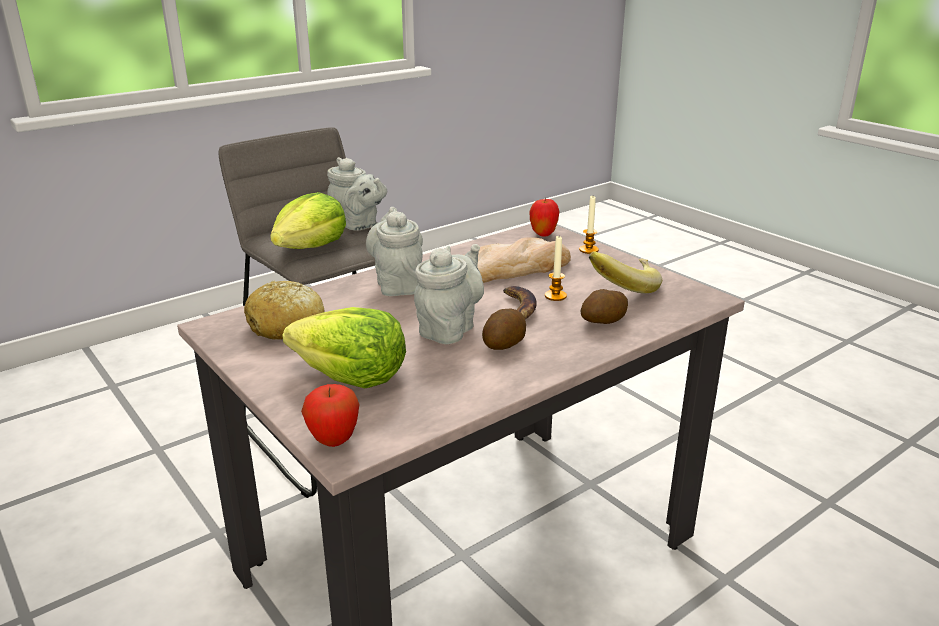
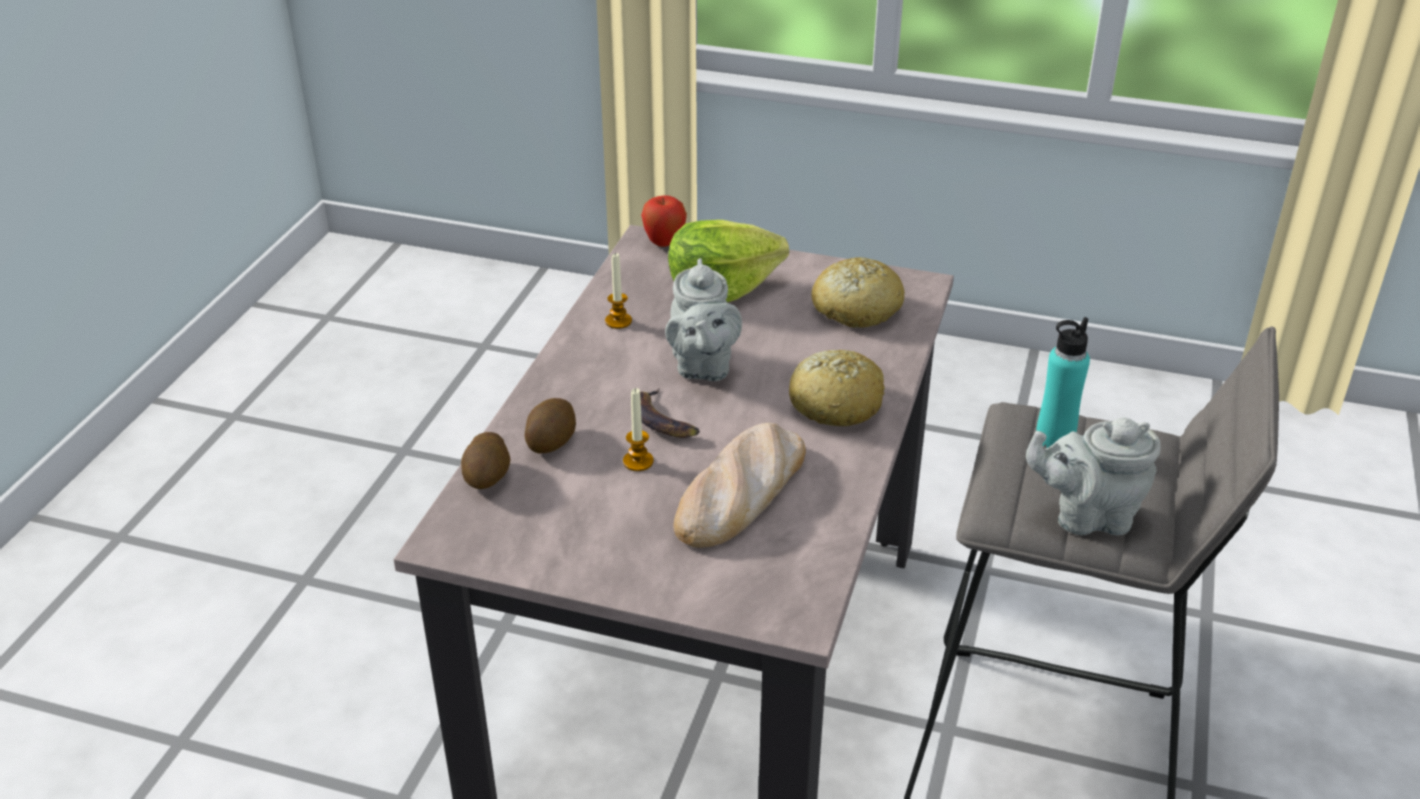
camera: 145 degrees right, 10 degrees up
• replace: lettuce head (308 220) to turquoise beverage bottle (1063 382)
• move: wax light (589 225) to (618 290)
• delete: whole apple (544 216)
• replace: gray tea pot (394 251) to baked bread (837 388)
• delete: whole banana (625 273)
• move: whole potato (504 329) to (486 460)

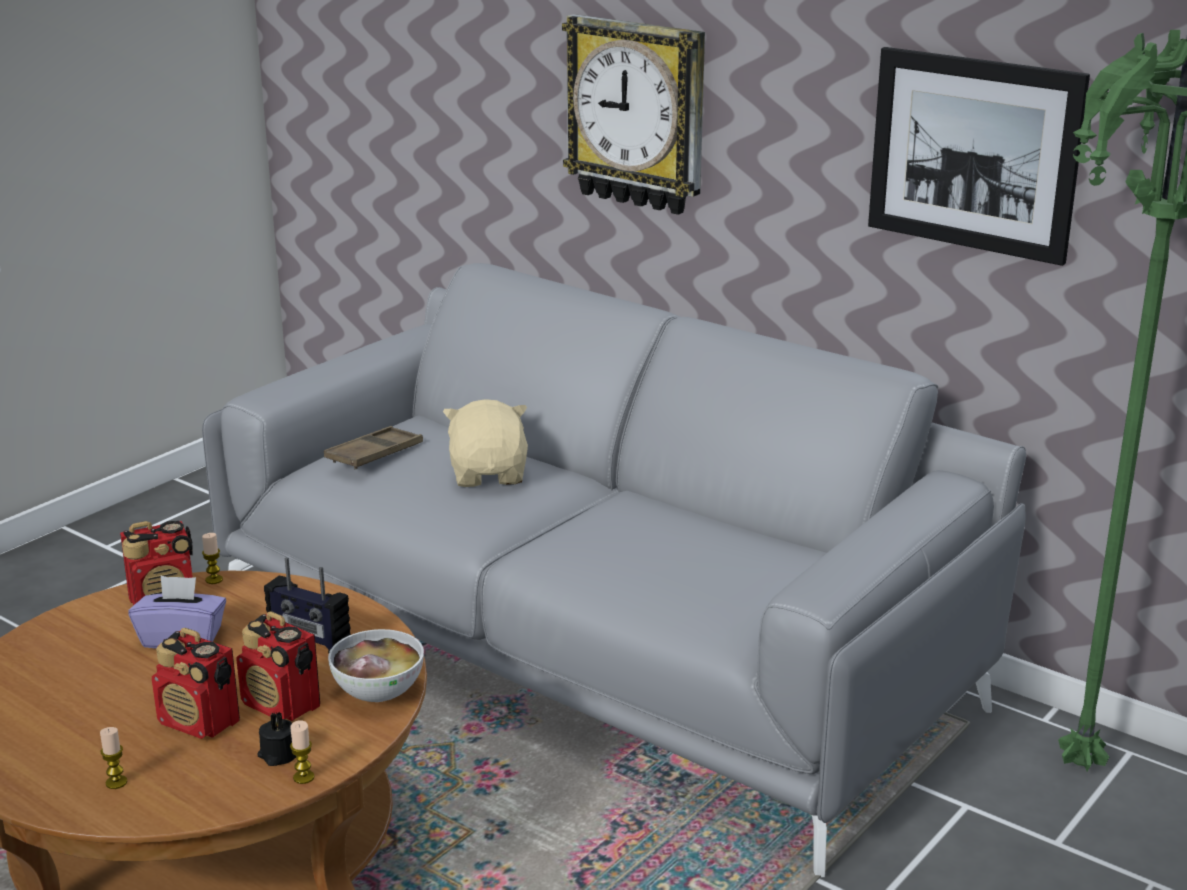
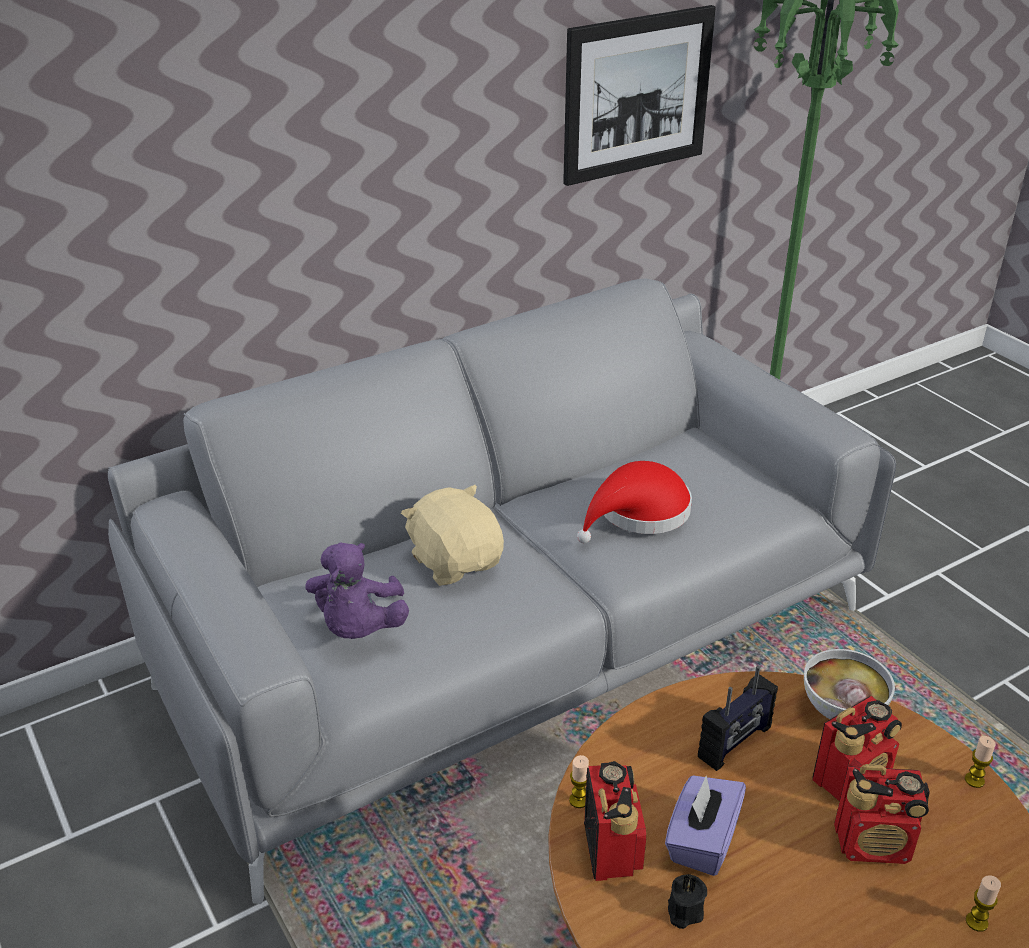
camera: 70 degrees left, 10 degrees up
• delete: clock on the wall (633 114)
• rotate: sand-coloured cuddly toy (485 443) = (452 535) 45 degrees clockwise
• replace: brown carrying tray (373 447) to purple-coloured cuddly toy (357 590)
• rotate: radio receiver (196 683) = (882 814) 45 degrees clockwise
• move: black wax light (276 739) to (687 901)
• insert: red hat (634 502)

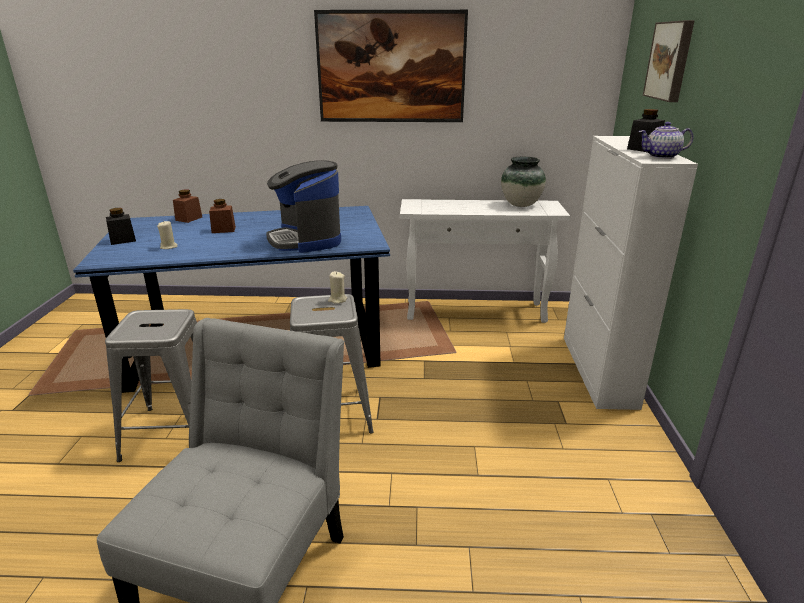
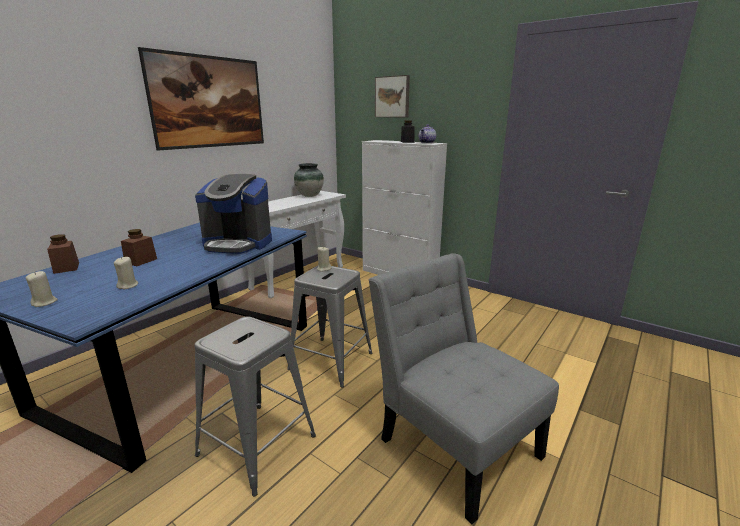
camera: 55 degrees left, 5 degrees down
• replace: black storage jar (121 226) to sand-coloured wax light (42 289)

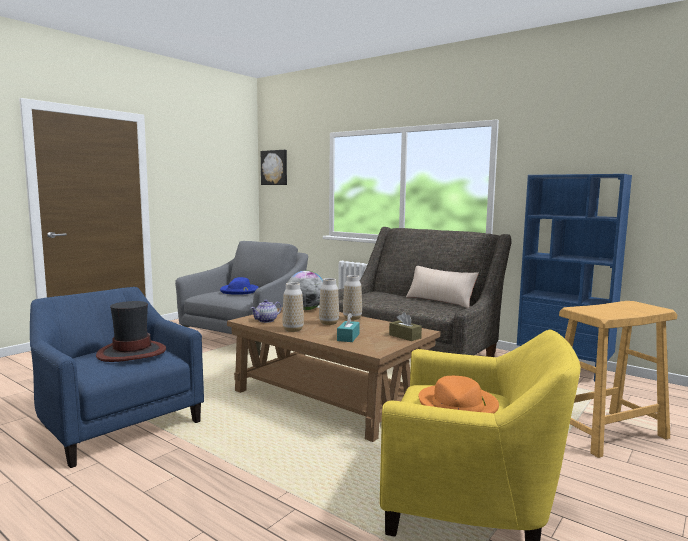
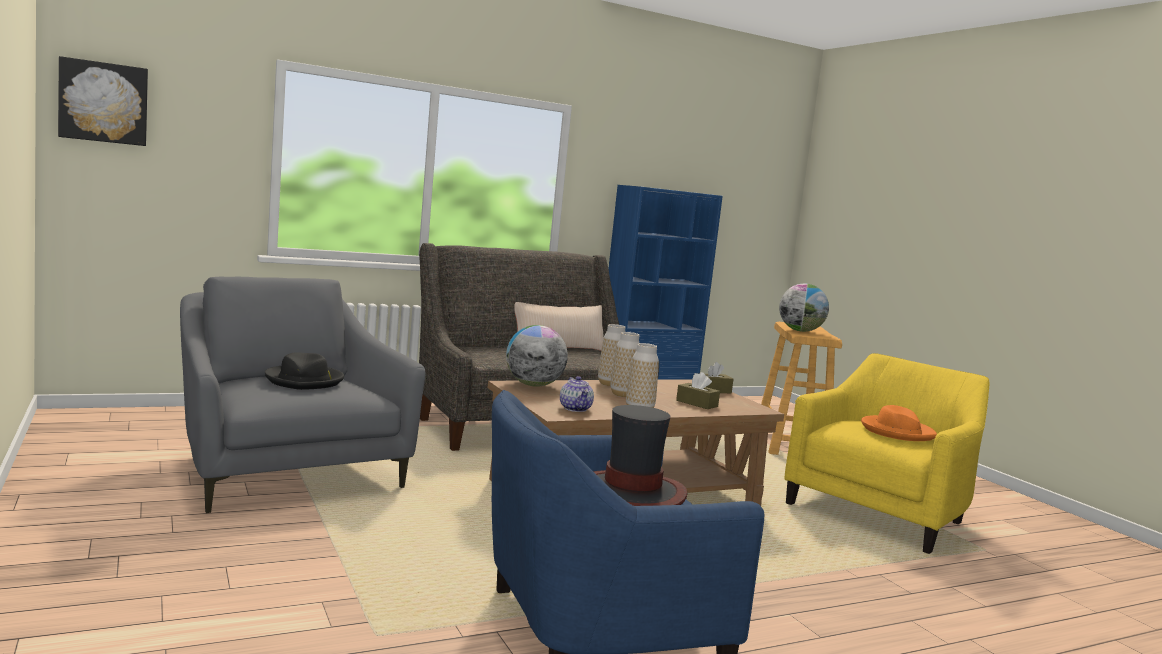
camera: 65 degrees left, 0 degrees up
• recolor: blue hat (239 286) to black hat (304 371)
• recolor: turquoise box of tissues (348 327) to brown box of tissues (698 390)
• insert: globe (804 308)

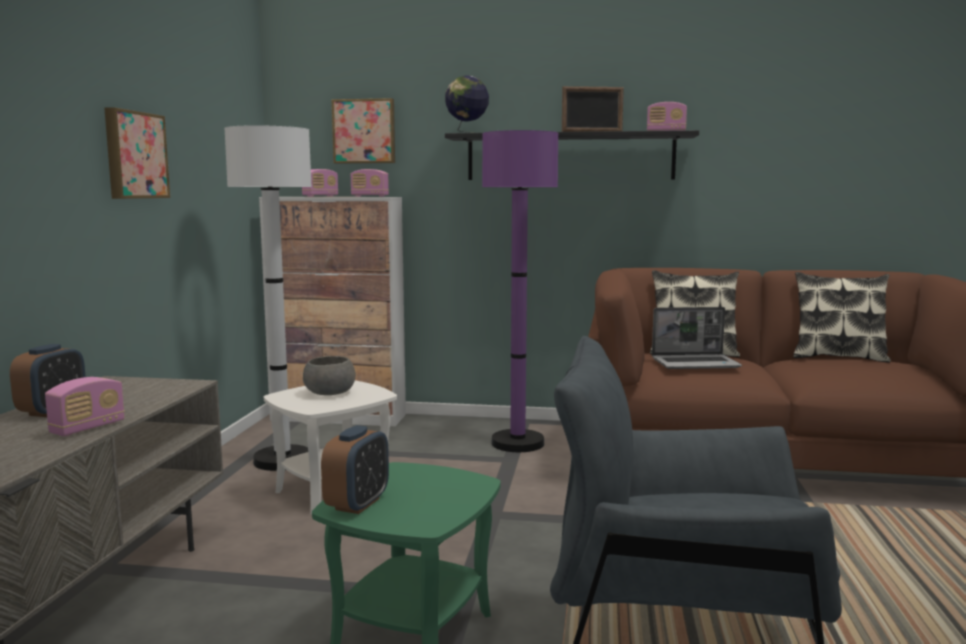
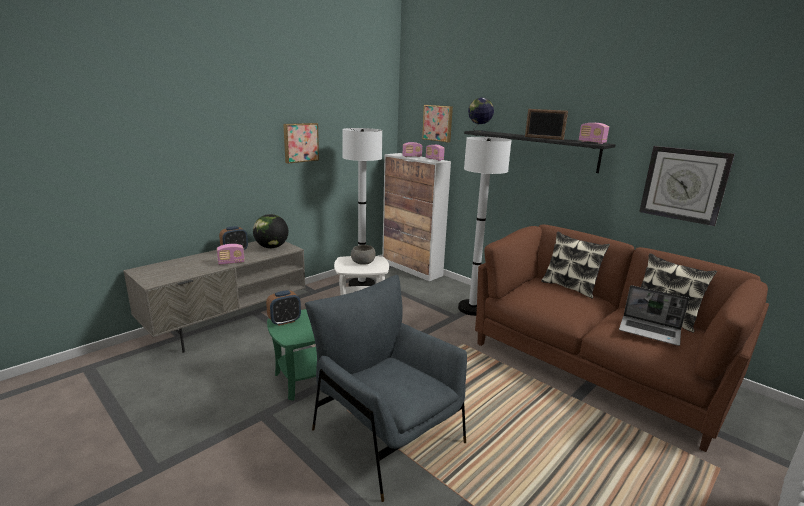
camera: 35 degrees right, 10 degrees up
• recolor: purple-coloured standard lamp (520 291) to white-coloured standard lamp (484 226)
• move: notebook computer (697 338) to (654 315)
• insert: clock on the wall (687 186)
• insert: globe (270 231)

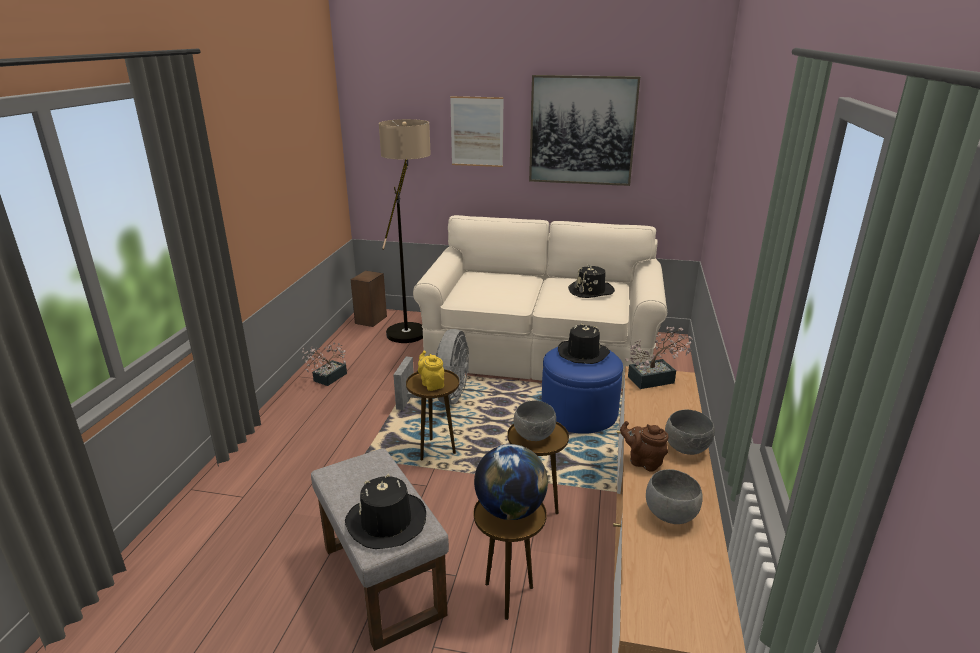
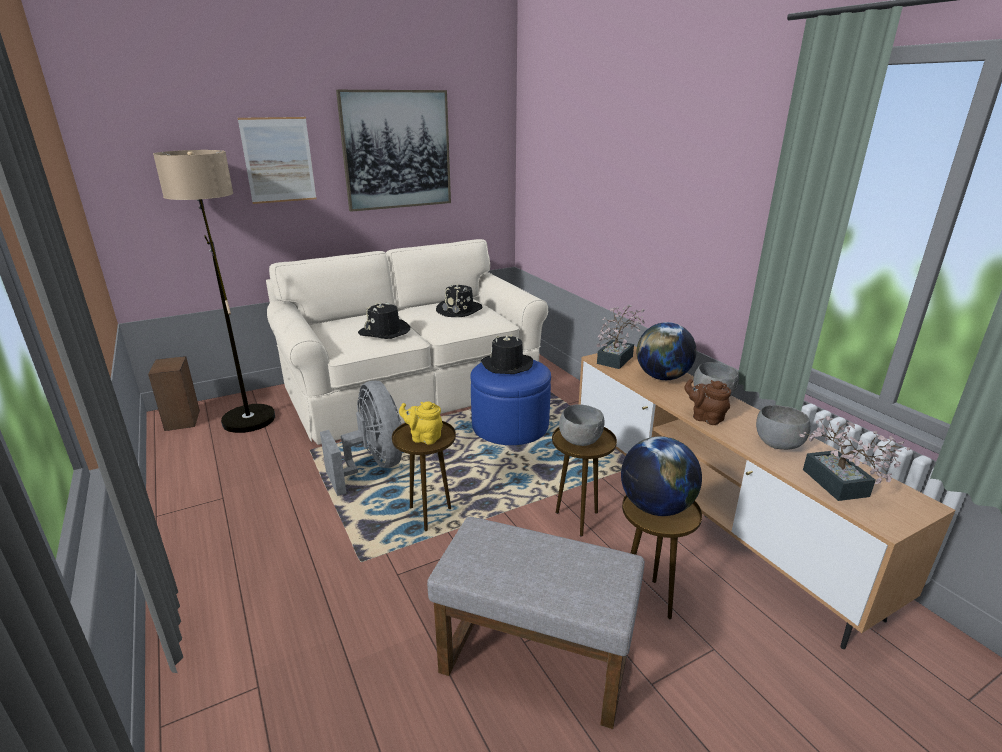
camera: 40 degrees left, 0 degrees up
• move: houseplant (324 364) to (854 458)
• rotate: brown tea pot (644 446) = (707 402) 45 degrees clockwise
• move: black hat (385 511) to (384 320)
• insert: globe (667 351)

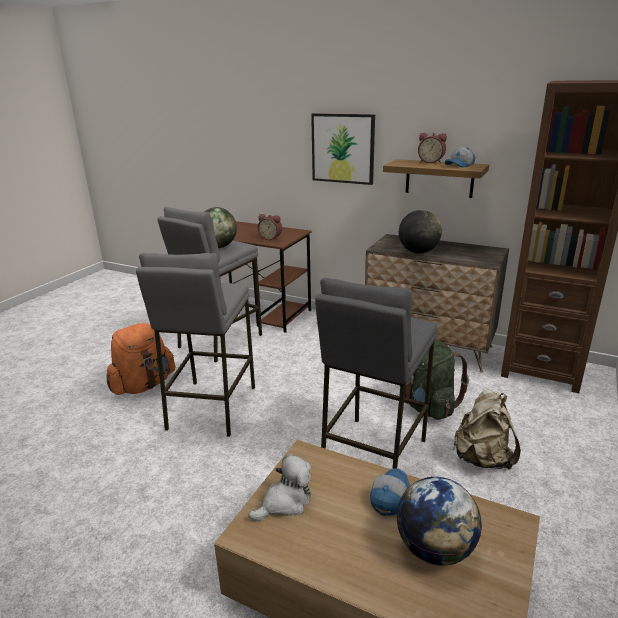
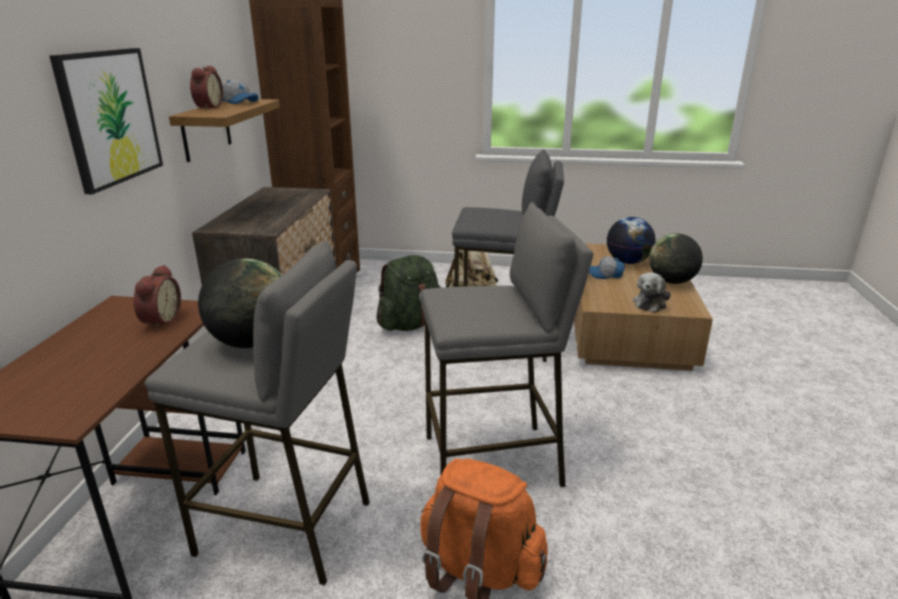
camera: 110 degrees left, 0 degrees up
• move: globe (420 232) to (676 258)
• rotate: cuddly toy (279 487) = (652 292) 90 degrees counterclockwise

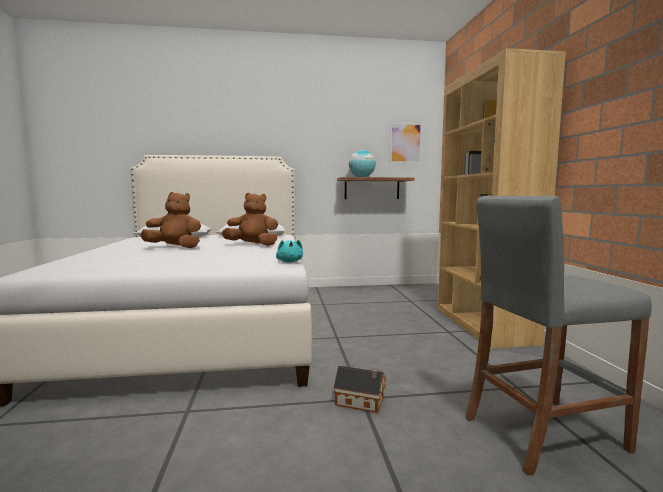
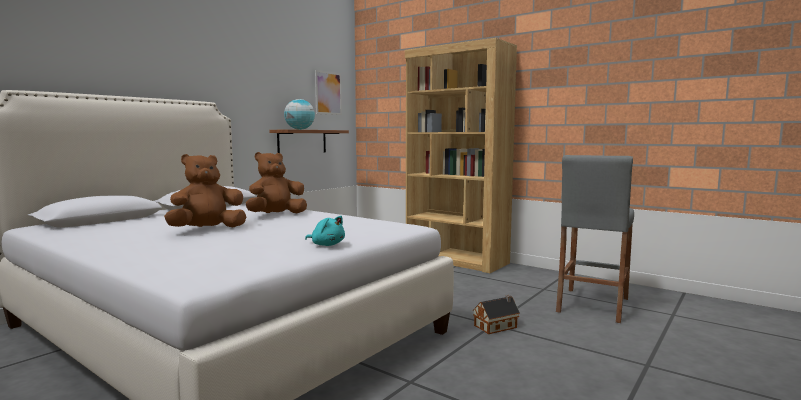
camera: 45 degrees left, 0 degrees up
• move: turquoise cuddly toy (289 251) to (325 231)

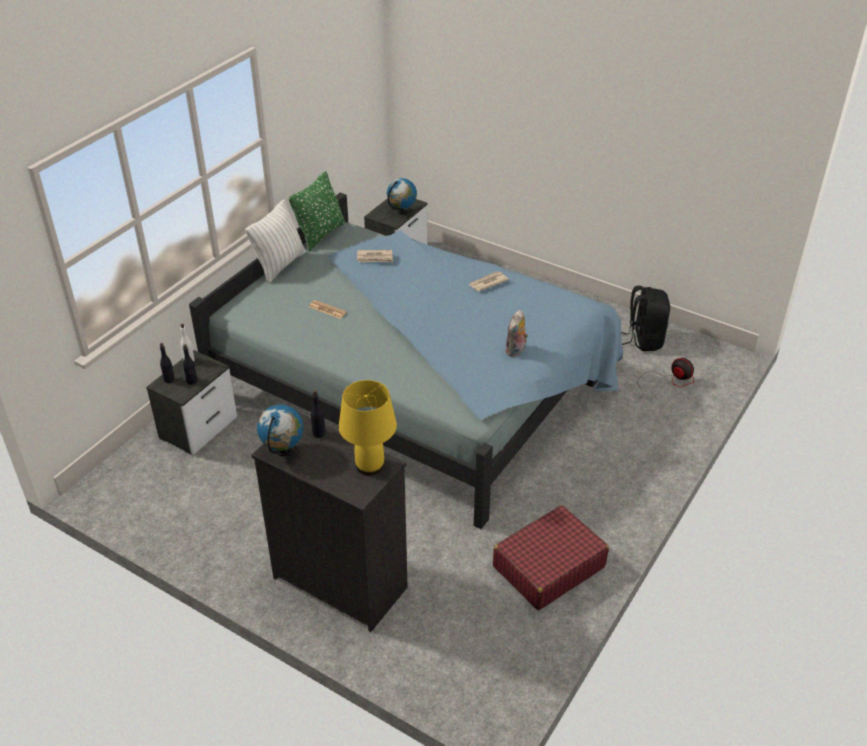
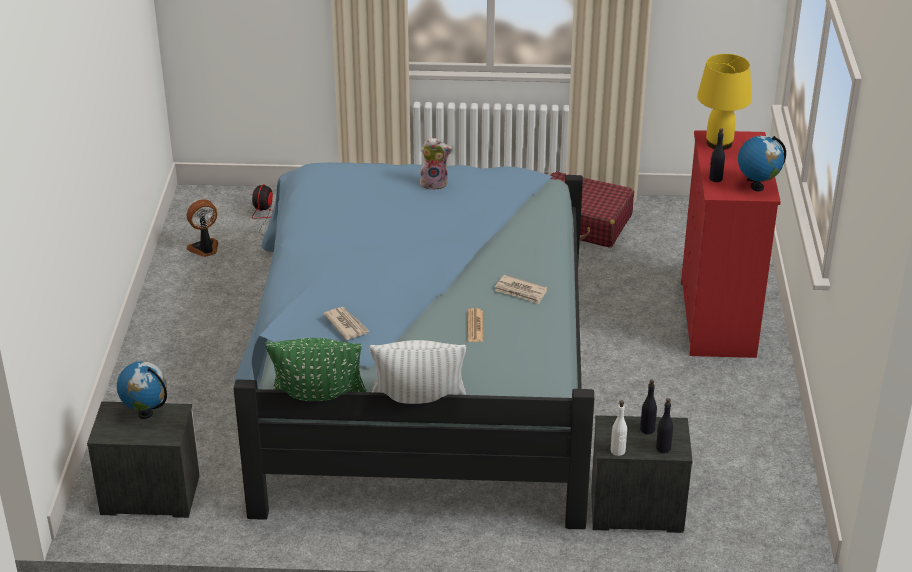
camera: 120 degrees left, 5 degrees down
• move: daily paper (489 281) to (521 289)
• replace: black backpack (645 318) to electric fan (202 228)
• recolor: black chest of drawers (329 522) to red chest of drawers (731 244)

